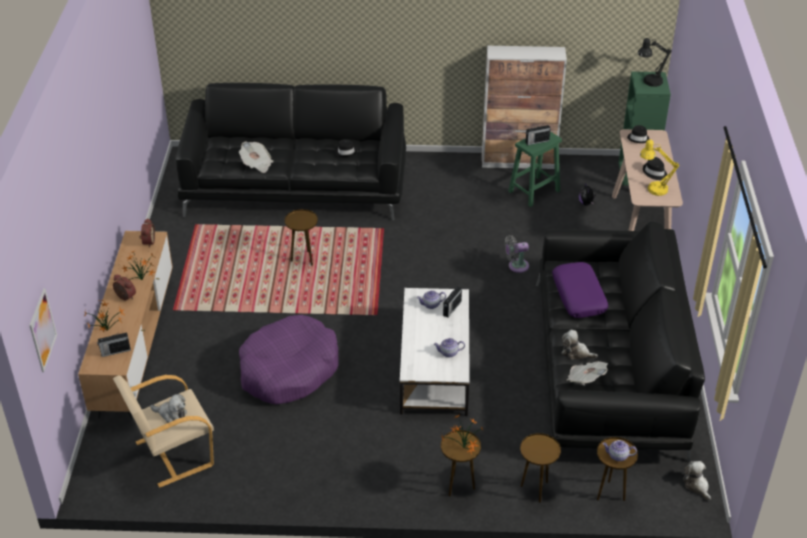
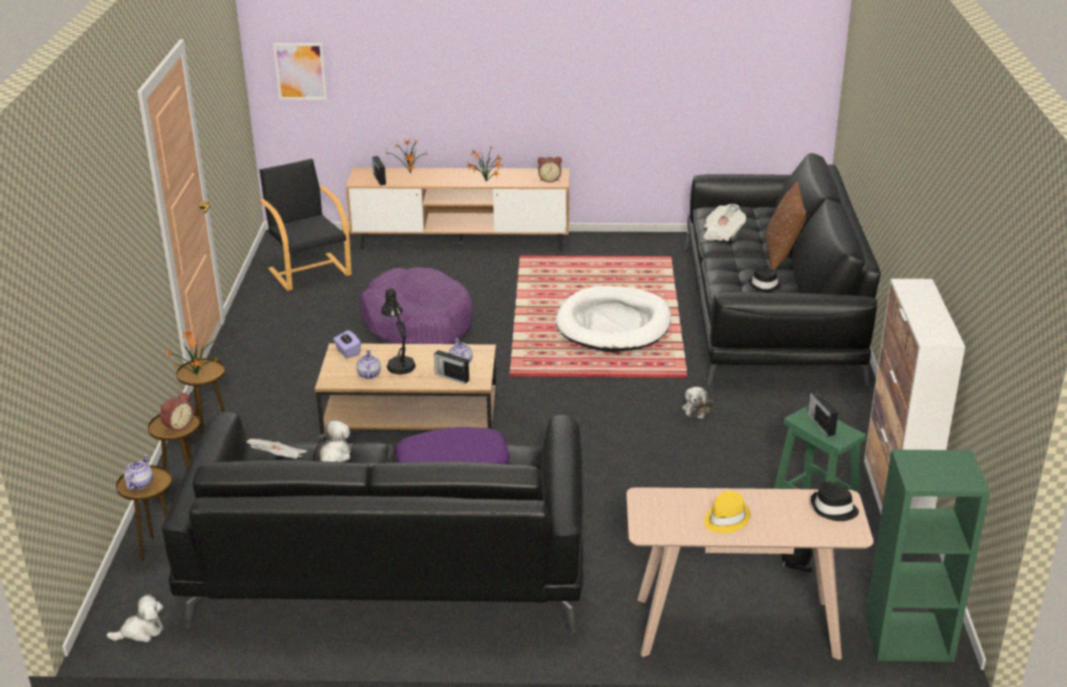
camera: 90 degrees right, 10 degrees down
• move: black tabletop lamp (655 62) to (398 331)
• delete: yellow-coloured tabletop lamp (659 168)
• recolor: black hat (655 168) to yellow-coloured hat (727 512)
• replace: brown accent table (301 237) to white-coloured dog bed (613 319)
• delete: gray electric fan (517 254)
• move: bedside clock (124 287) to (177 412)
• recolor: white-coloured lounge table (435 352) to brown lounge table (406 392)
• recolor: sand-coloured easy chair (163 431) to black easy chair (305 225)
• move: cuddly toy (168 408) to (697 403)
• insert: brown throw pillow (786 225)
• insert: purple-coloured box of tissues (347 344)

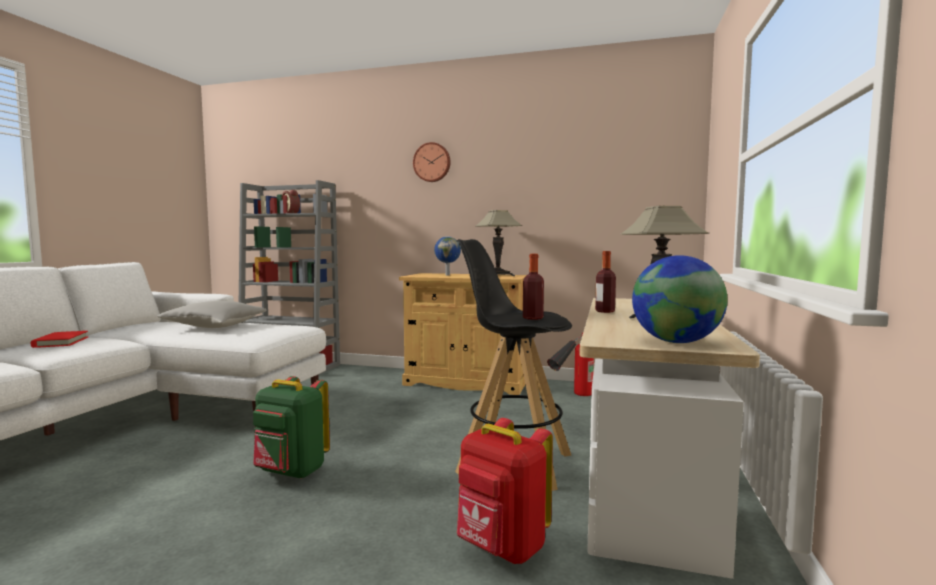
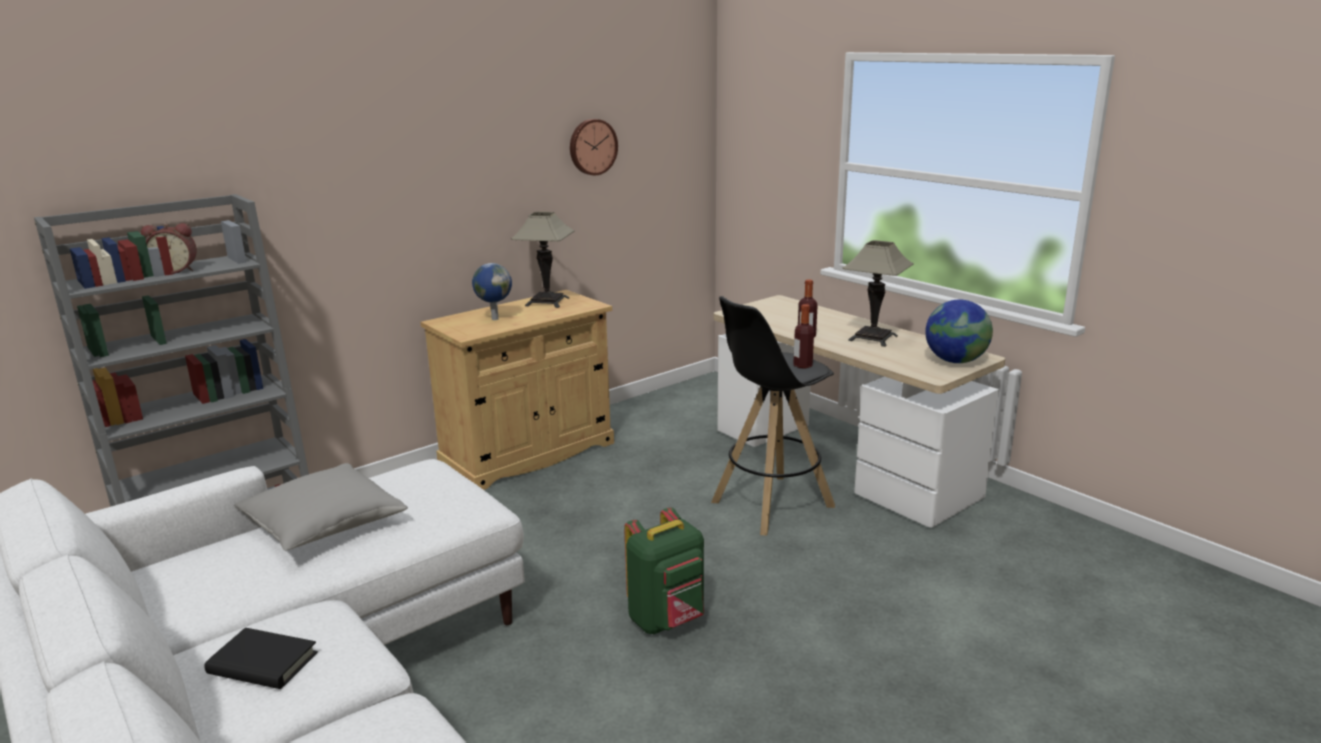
camera: 55 degrees left, 15 degrees up
• move: clock on the wall (432 162) to (594 147)
• recolor: red book (59 339) to black book (261 658)
• delete: fire-fighting cylinder (570 364)
• delete: red backpack (505 491)

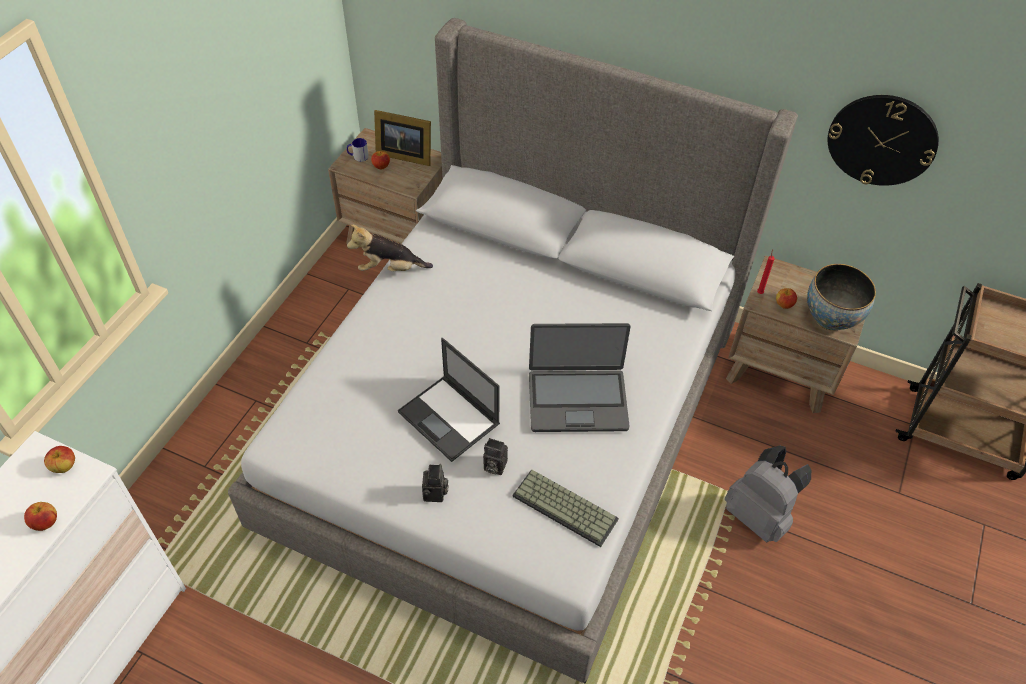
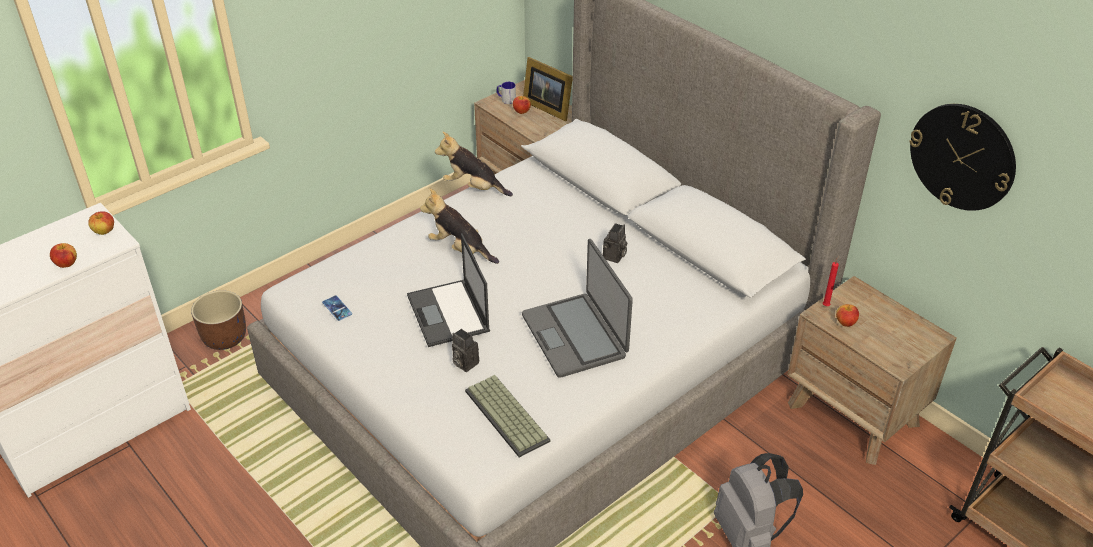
camera: 25 degrees right, 10 degrees down
• delete: serving bowl (841 297)
• rotate: notebook computer (580 377) = (577 308) 45 degrees clockwise
• move: still camera (435 483) to (615 243)
• insert: cuddly toy (459 226)
• insert: brown plant pot (218 320)
• insert: handset (337 308)

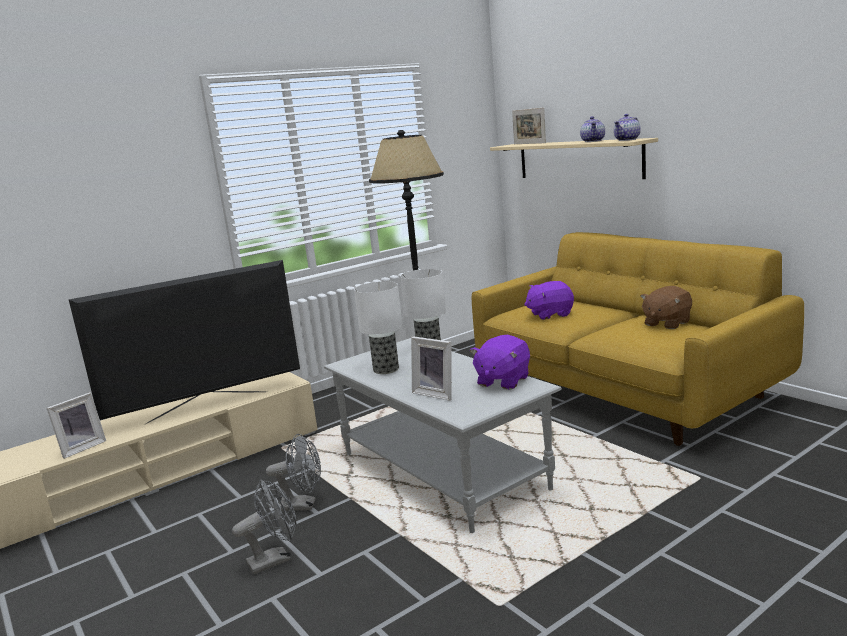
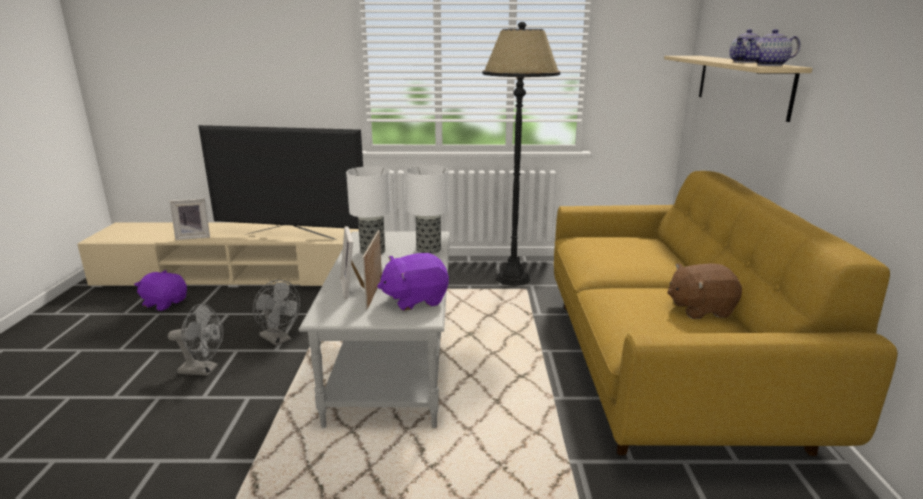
camera: 35 degrees right, 5 degrees up
• move: photo frame (529 126) to (372 270)
• move: purple-coloured cuddly toy (549 300) to (160 290)

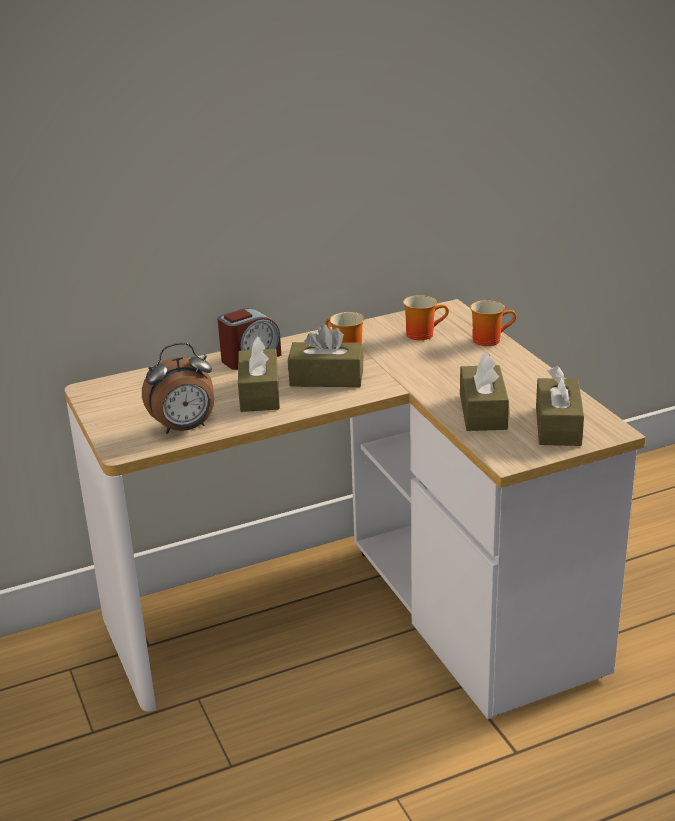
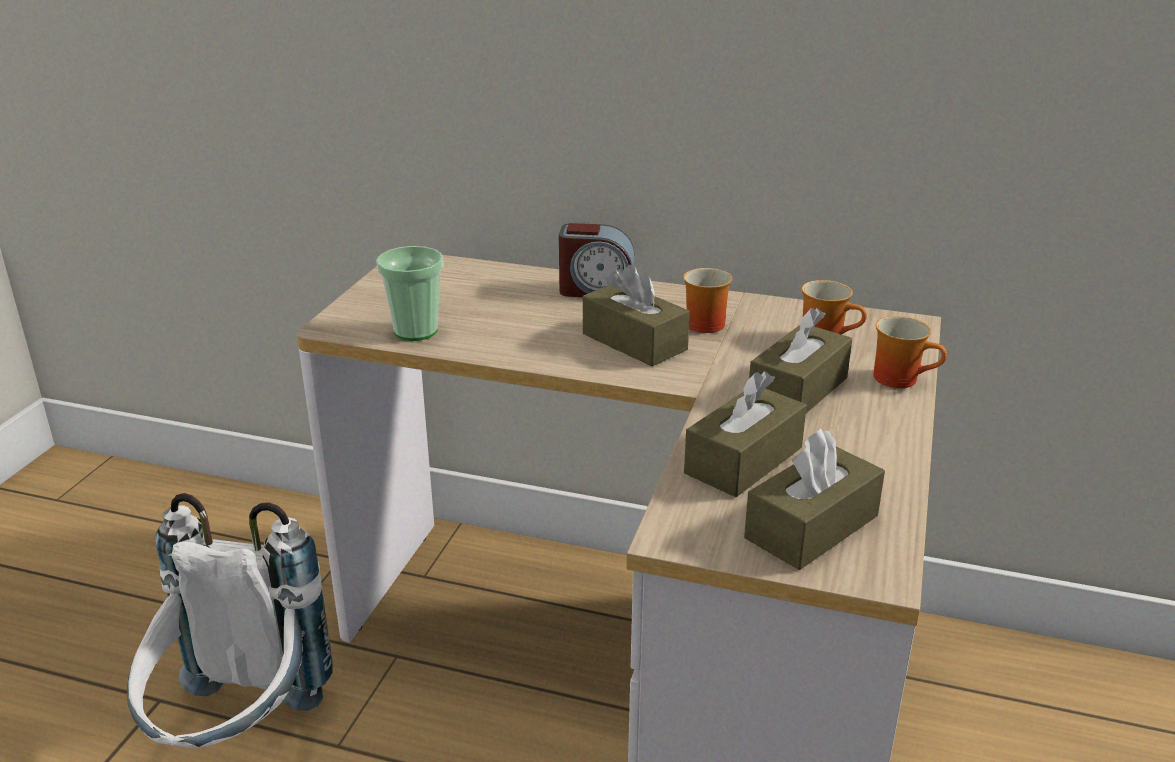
camera: 40 degrees right, 0 degrees up
• move: brown box of tissues (259 374) to (800 360)
• replace: bedside clock (178 388) to drinking cup (410 293)
• insert: white-coloured backpack (230 620)

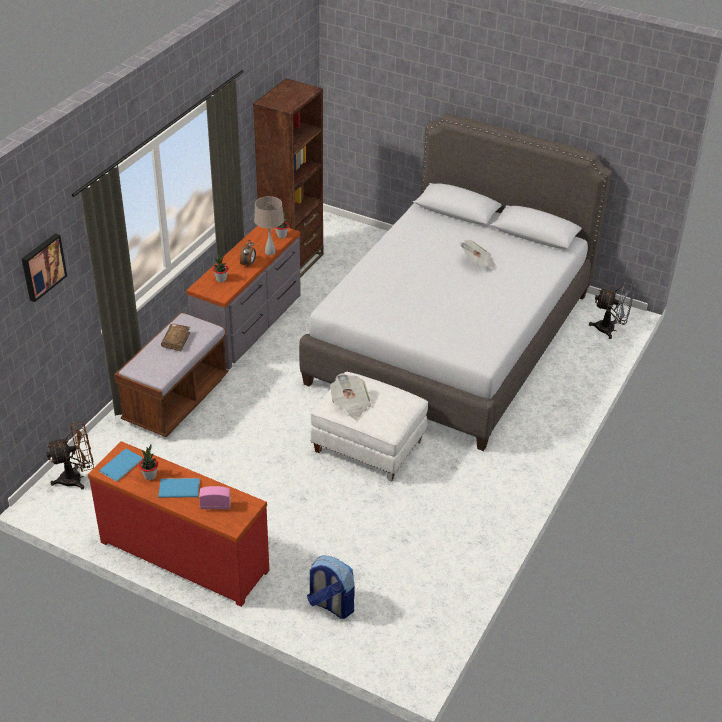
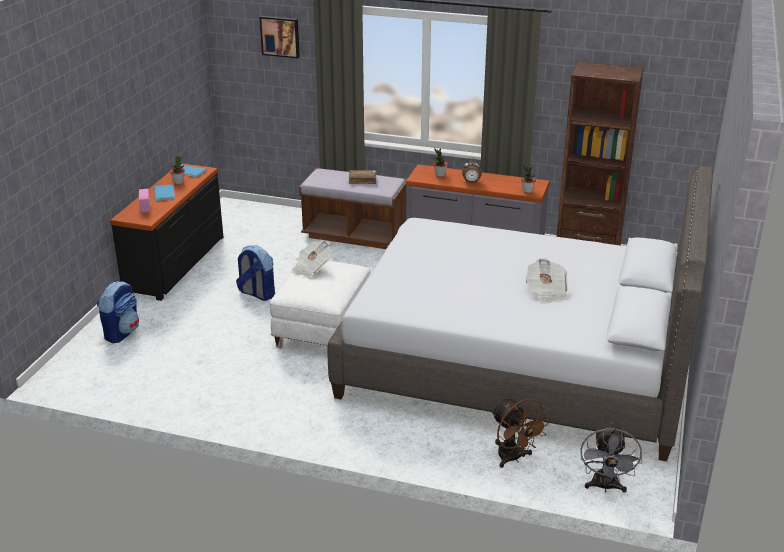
camera: 80 degrees right, 10 degrees down
• delete: sand-coloured tabletop lamp (269 225)
• move: brown electric fan (70 455) to (521 433)
• recolor: red chest of drawers (178 524) to black chest of drawers (166 232)
• insert: backpack (255 273)

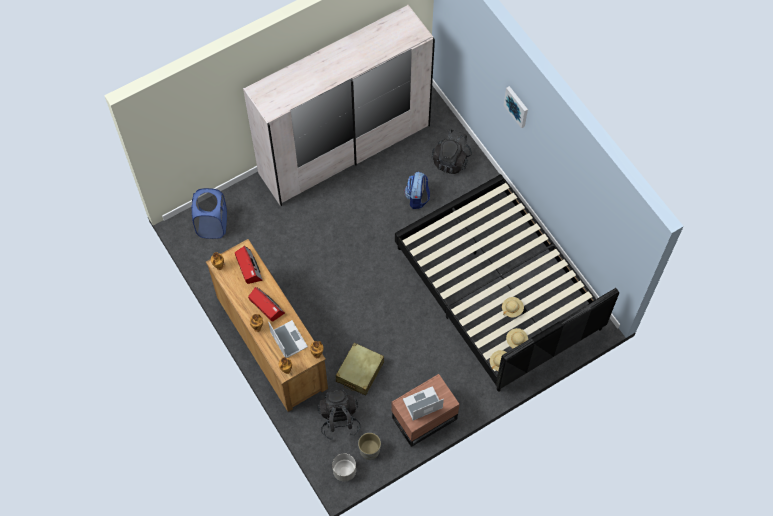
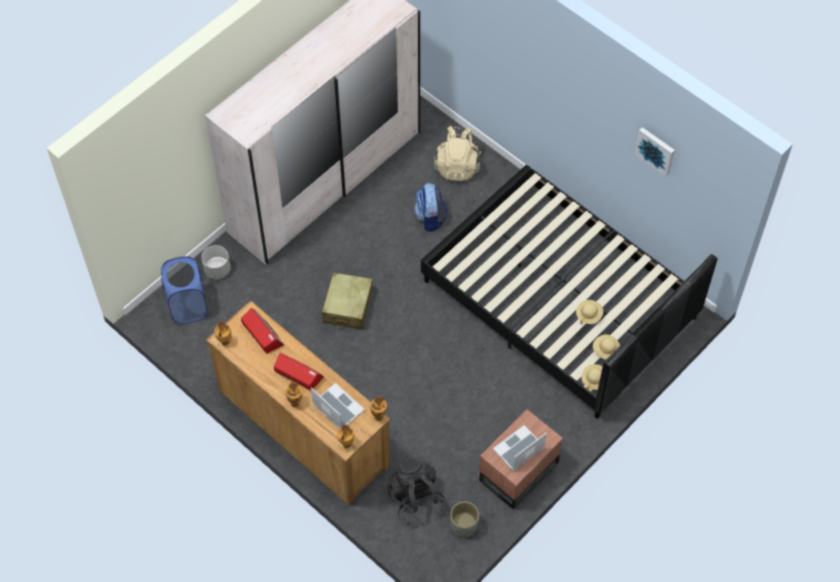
camera: 15 degrees left, 5 degrees down
• move: picture (515 107) to (654 152)
• recolor: black backpack (452 151) to sand-coloured backpack (457 153)
• move: sand-coloured piece of luggage (359 369) to (347 300)
• move: gray plant pot (344 467) to (216 262)

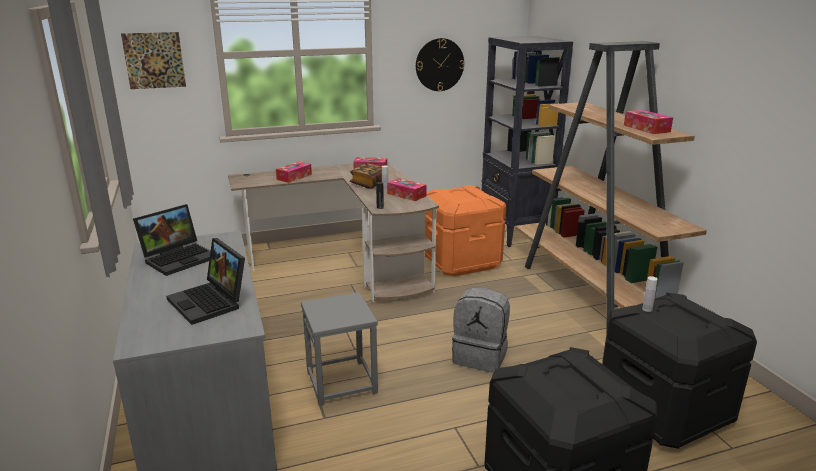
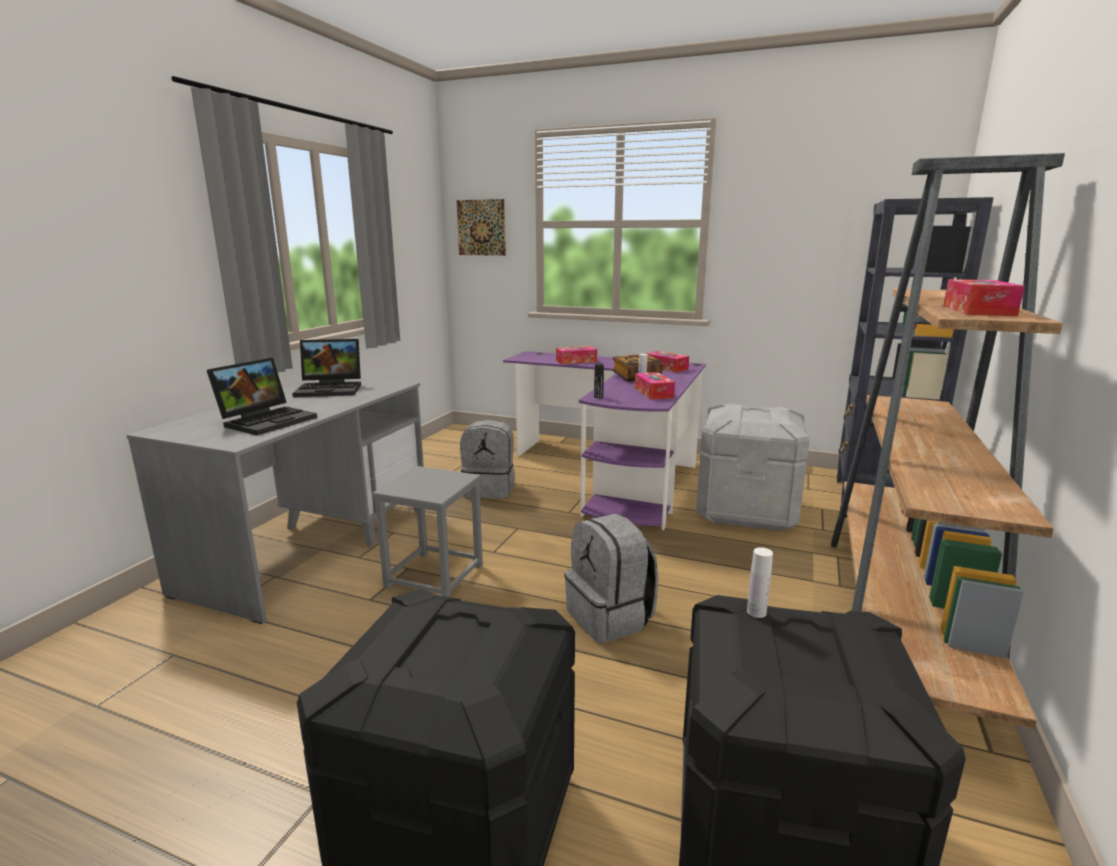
camera: 40 degrees right, 5 degrees down
• delete: clock on the wall (440 64)
• recolor: brown desk (333 231) to purple-coloured desk (604 441)
• recolor: orangey storage container (465 230) to gray storage container (753 467)
• rotate: notebook computer (206 281) = (262 396) 150 degrees counterclockwise
• insert: gray backpack (487 459)

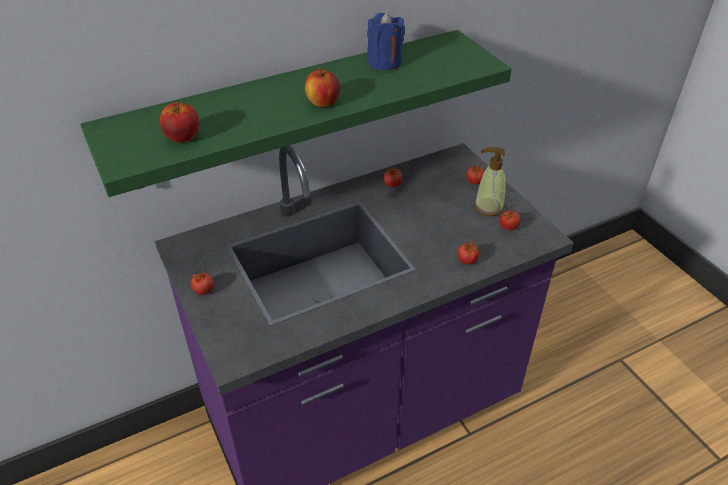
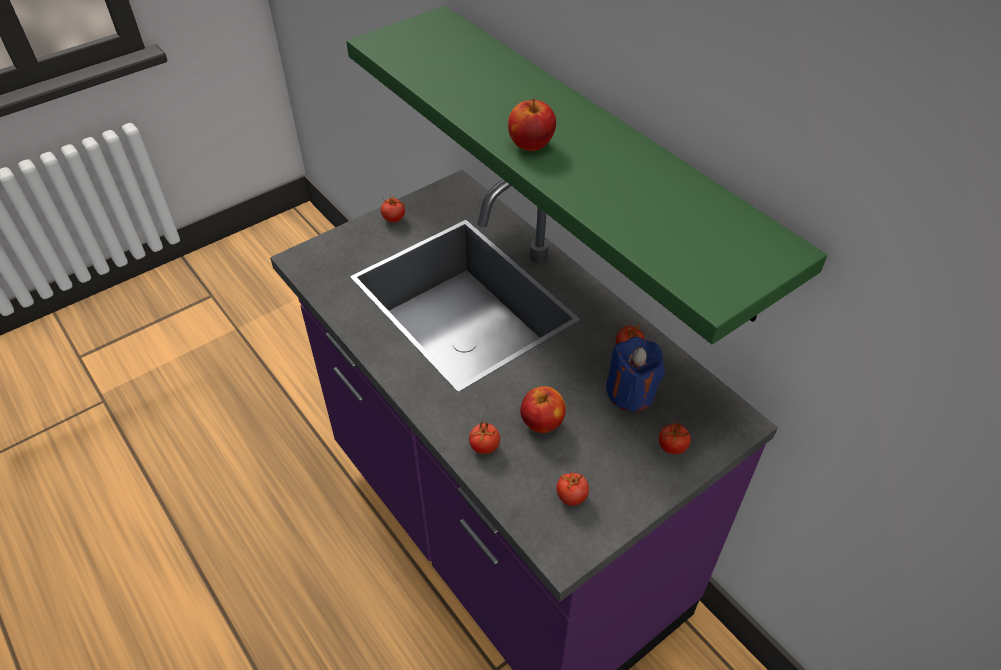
camera: 80 degrees right, 5 degrees up
• move: blue wax light (386 41) to (635 374)
• move: whole apple (179 122) to (543 409)
• delete: soap bottle (490 181)

